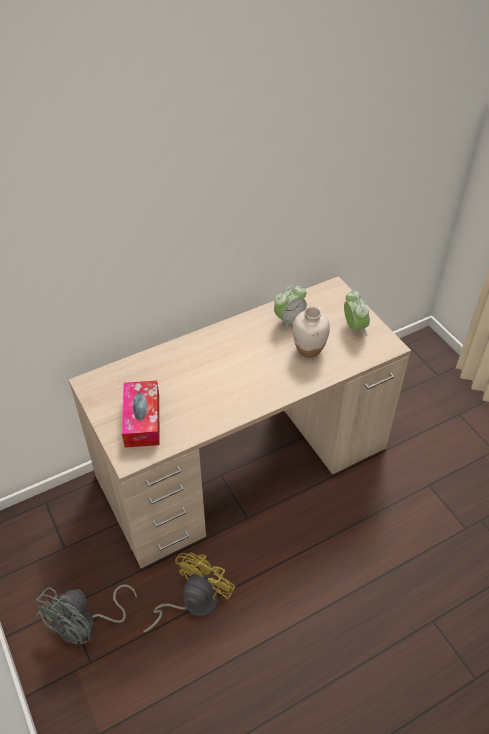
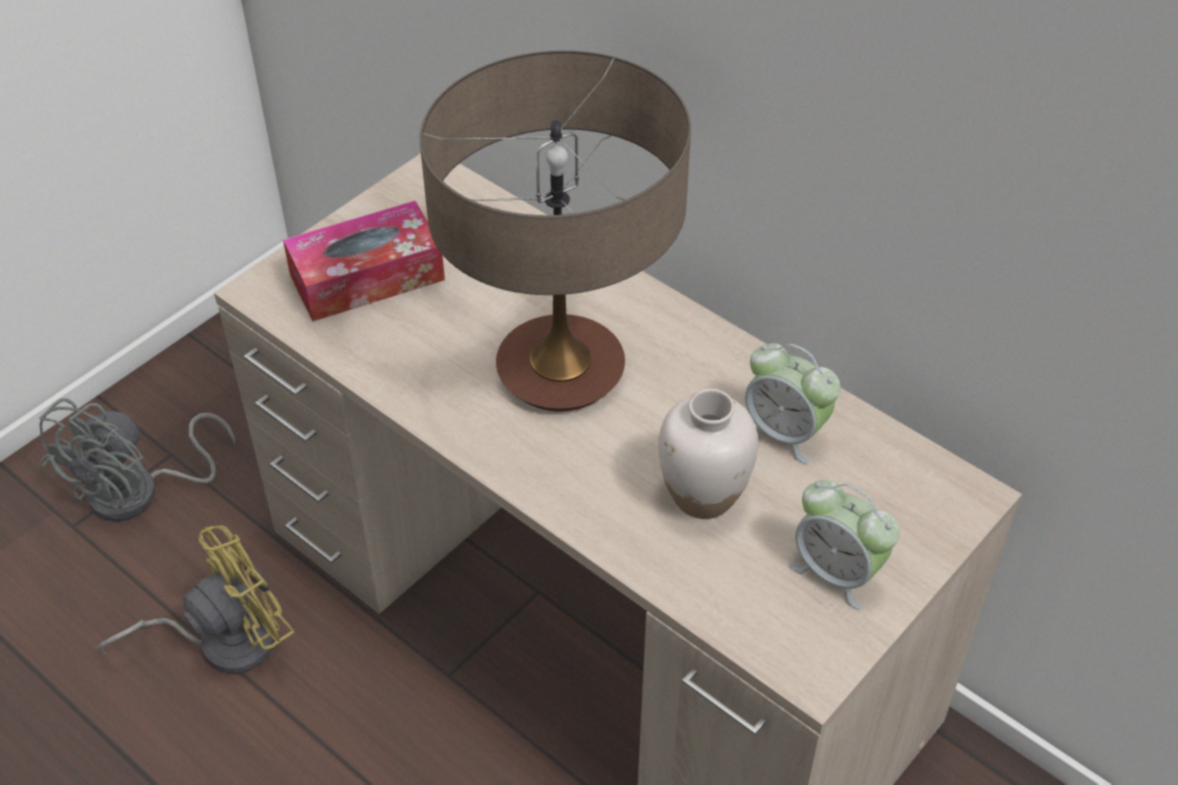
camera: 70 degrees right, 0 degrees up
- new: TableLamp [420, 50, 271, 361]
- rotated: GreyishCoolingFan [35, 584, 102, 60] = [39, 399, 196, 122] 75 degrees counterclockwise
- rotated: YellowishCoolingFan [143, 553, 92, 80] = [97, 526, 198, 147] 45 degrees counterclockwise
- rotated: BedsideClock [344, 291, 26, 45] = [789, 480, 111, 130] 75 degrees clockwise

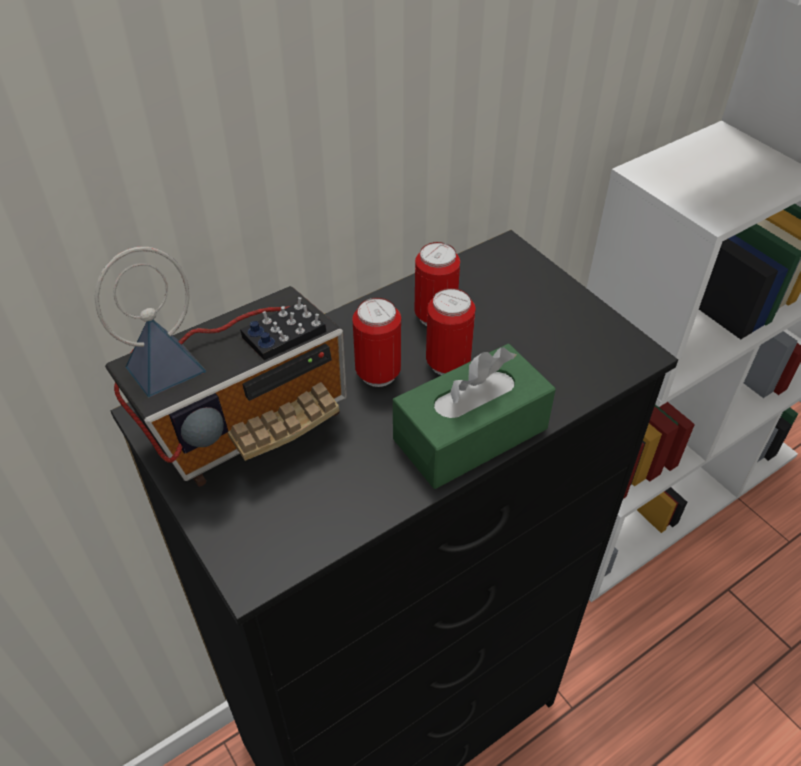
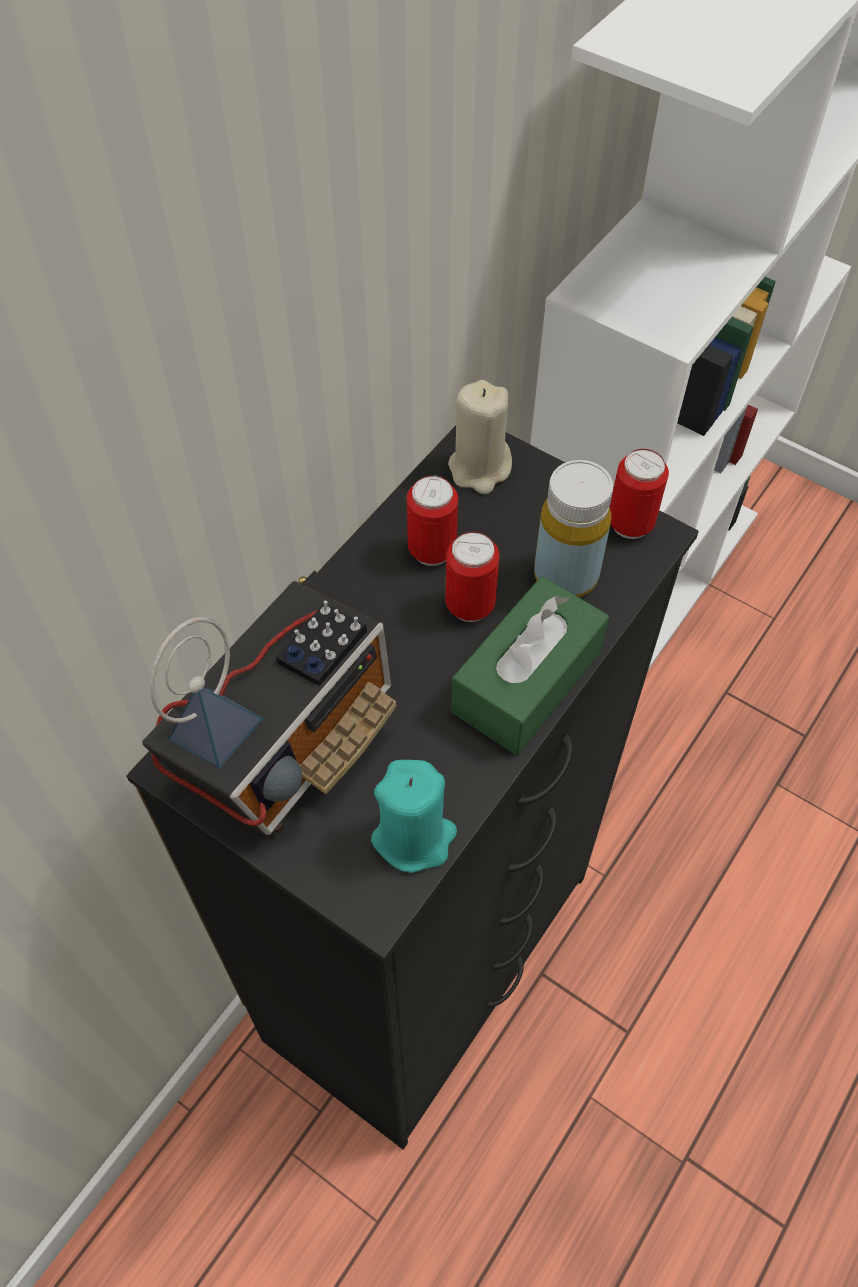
camera: 20 degrees left, 10 degrees up
- new: TurquoiseColouredWaxCandle [371, 760, 86, 113]
- new: BeigeWaxCandle [448, 380, 64, 114]
- new: YellowishDrinkBottle [534, 460, 79, 137]
- shifted: Can [352, 298, 49, 89] to [610, 449, 59, 90]

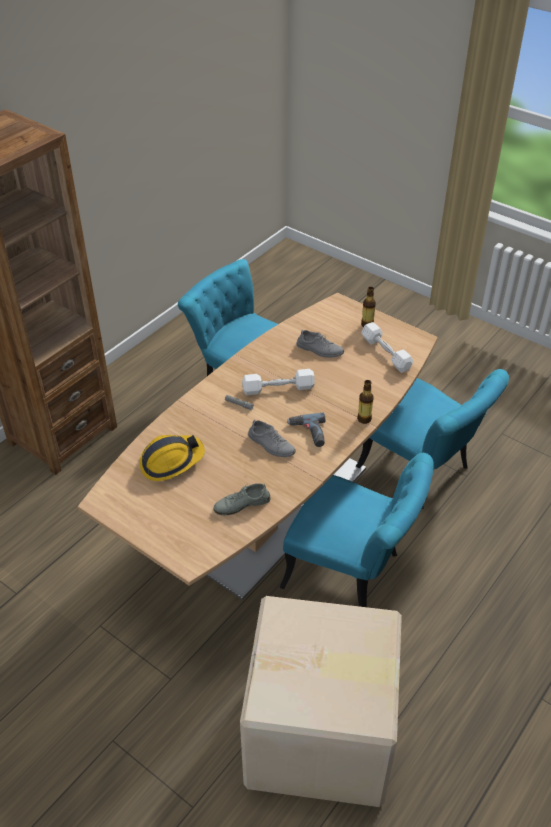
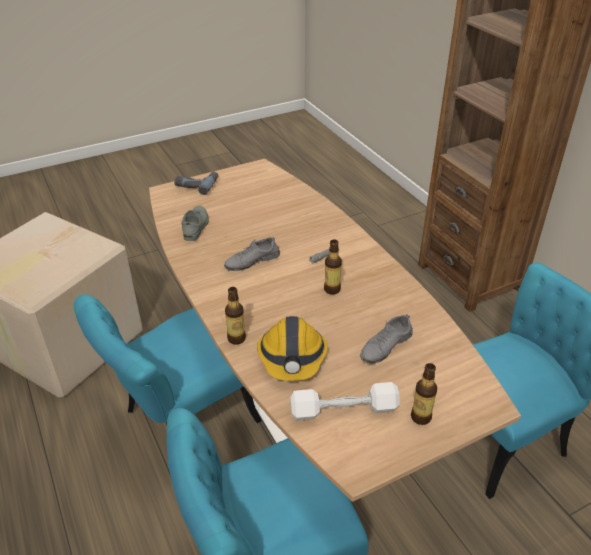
camera: 115 degrees right, 5 degrees down
- shifted: HardHat [140, 435, 65, 46] to [257, 316, 71, 65]
- shifted: PowerDrill [287, 412, 38, 35] to [174, 171, 44, 24]
- swapped: WhiteColouredHandWeight [242, 369, 73, 26] to DrinkBottle [324, 239, 18, 55]

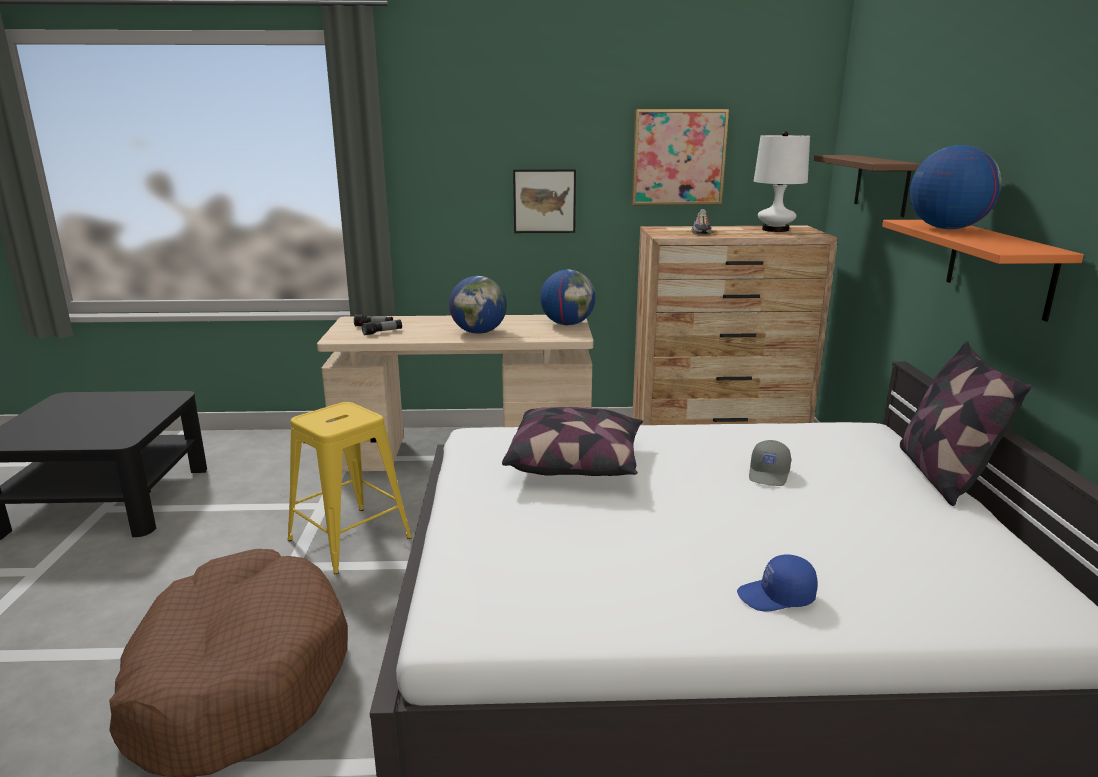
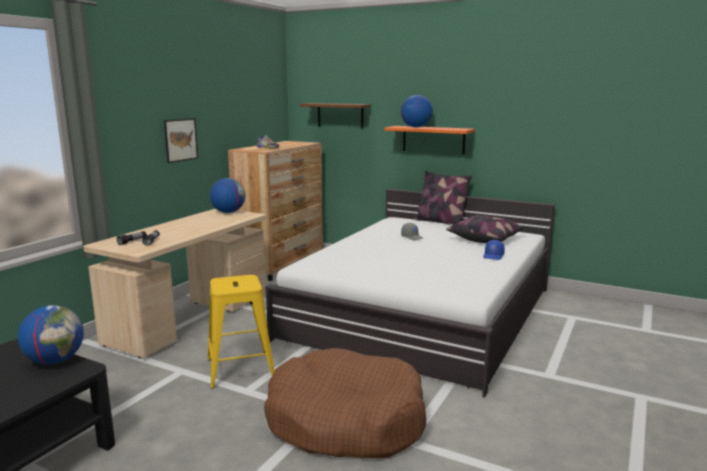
camera: 60 degrees left, 5 degrees down
- gone: WallPicture [631, 109, 98, 96]
- gone: WhiteColouredTableLamp [754, 131, 56, 101]
- shifted: WorldGlobe [449, 276, 58, 58] to [18, 305, 66, 60]
- shifted: Pillow [502, 407, 141, 69] to [446, 215, 79, 28]

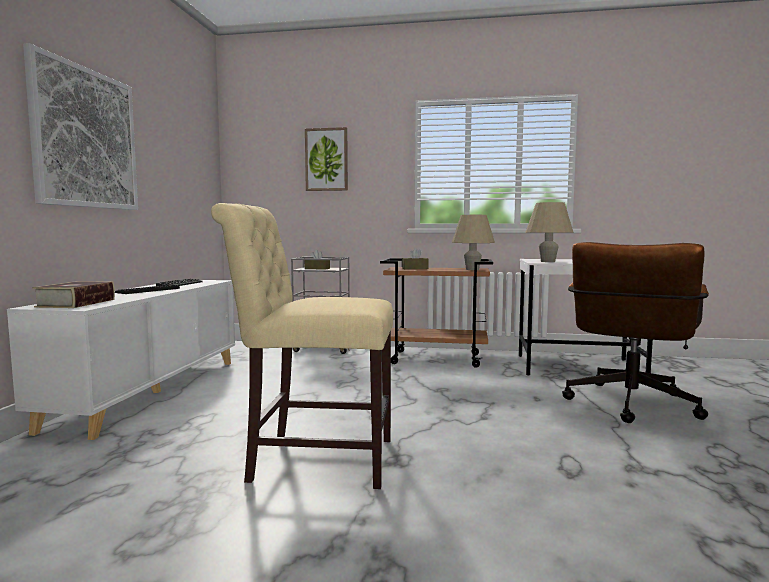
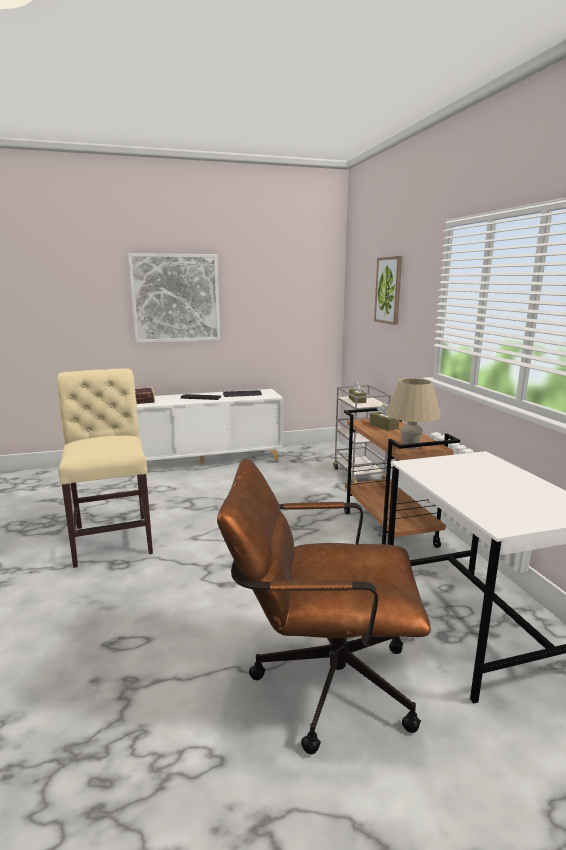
camera: 65 degrees right, 10 degrees up
- gone: BeigeTableLamp [525, 202, 49, 60]

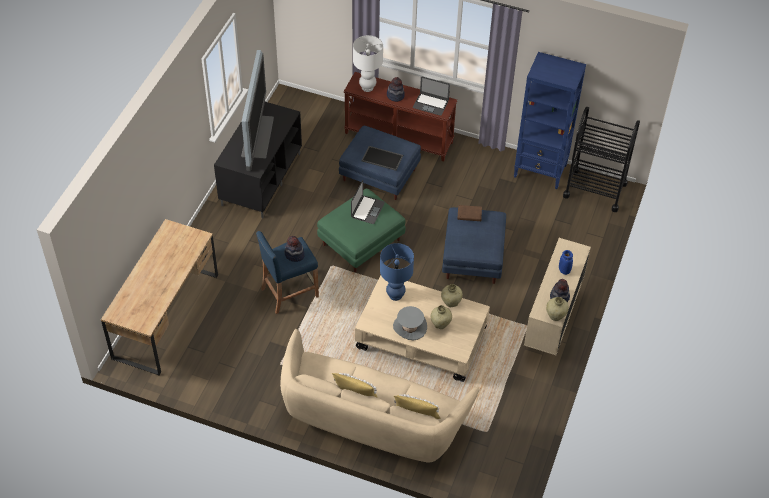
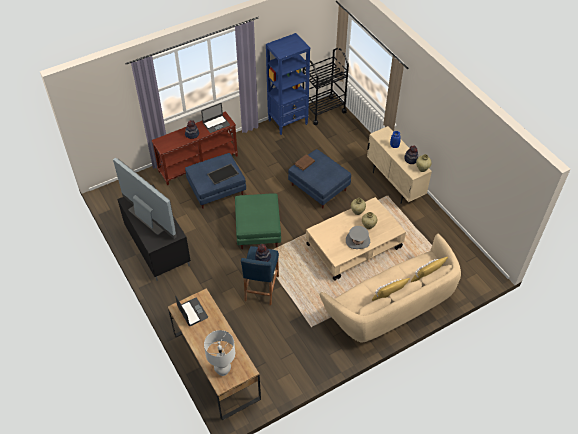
camera: 50 degrees left, 0 degrees up
- gone: BlueColouredTableLamp [380, 243, 34, 58]
- shifted: Laptop [351, 180, 34, 44] to [175, 295, 33, 31]
- shifted: WhiteColouredTableLamp [353, 35, 30, 57] to [204, 330, 31, 46]

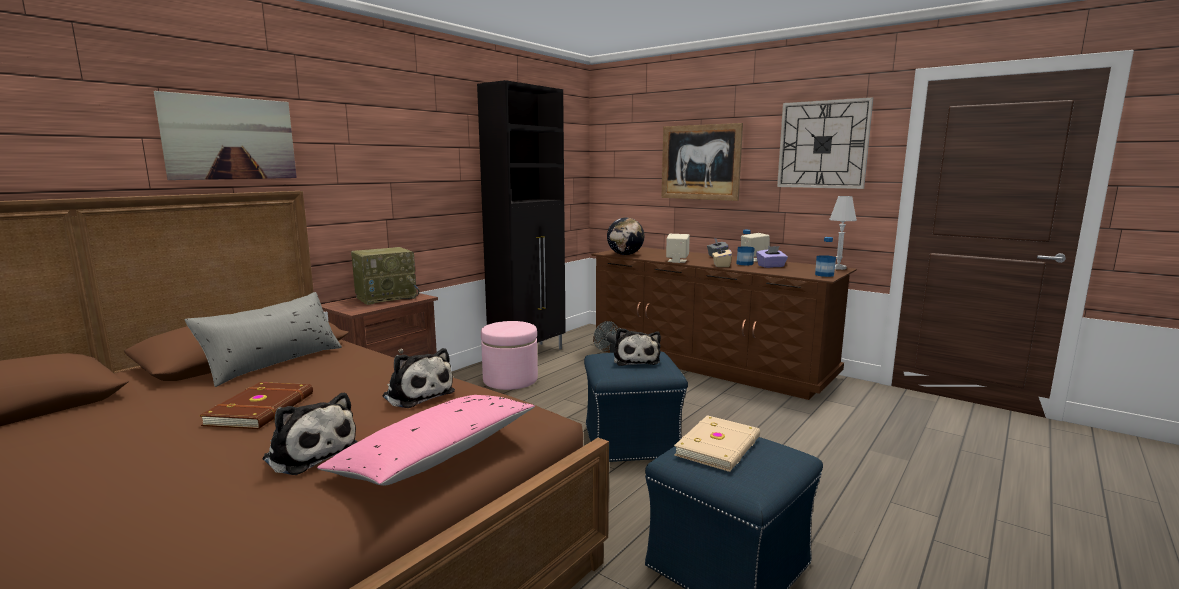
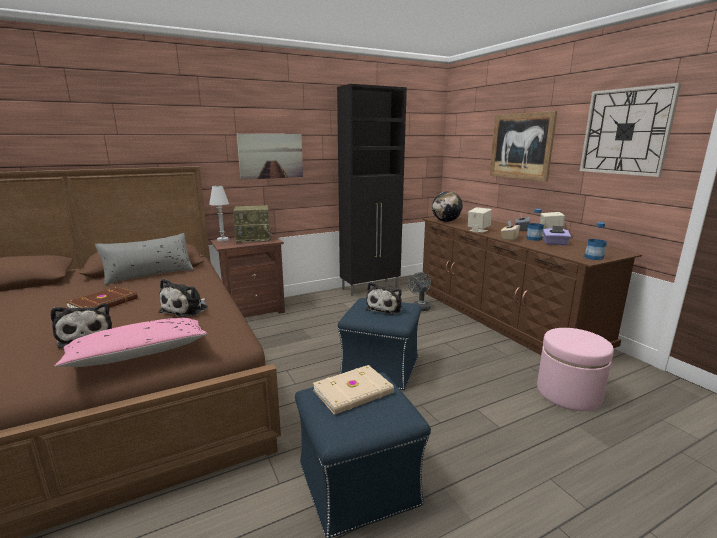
camera: 25 degrees right, 5 degrees up
- shifted: WallPicture [153, 91, 144, 89] to [237, 134, 66, 46]
- shifted: PinkishFootrest [481, 321, 57, 69] to [537, 328, 77, 83]
- shifted: WhiteColouredTableLamp [829, 196, 28, 74] to [209, 185, 20, 56]
- rotated: SoftToy [383, 348, 72, 60] = [159, 279, 49, 38] 45 degrees clockwise

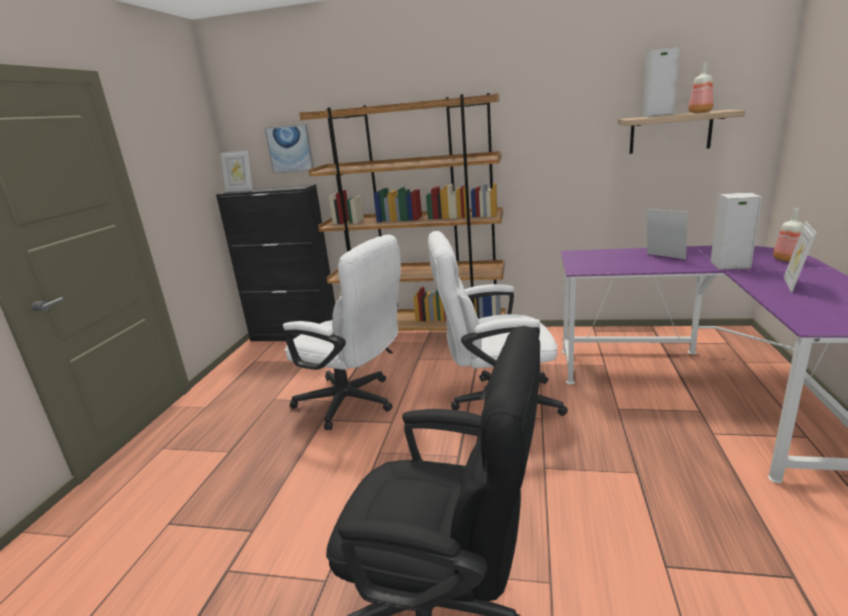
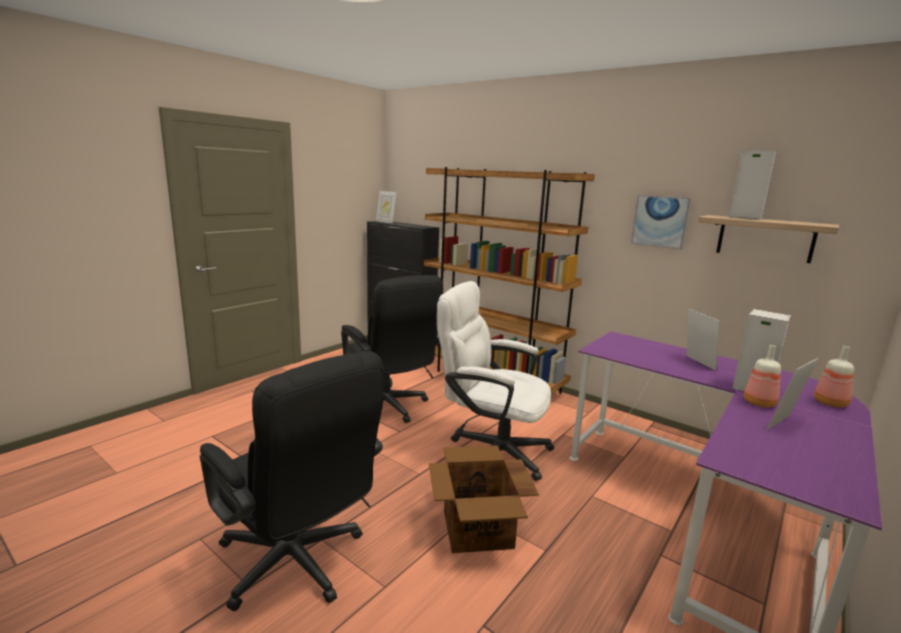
camera: 25 degrees right, 5 degrees down
- new: CardboardBox [429, 445, 110, 108]
- shifted: WallPicture [264, 124, 50, 49] to [631, 195, 60, 55]
- shifted: DrinkBottle [688, 62, 26, 51] to [744, 345, 37, 62]
- repainted: WhiteColouredDeskChair [283, 235, 118, 195] to BlackishDeskChair [341, 275, 102, 148]

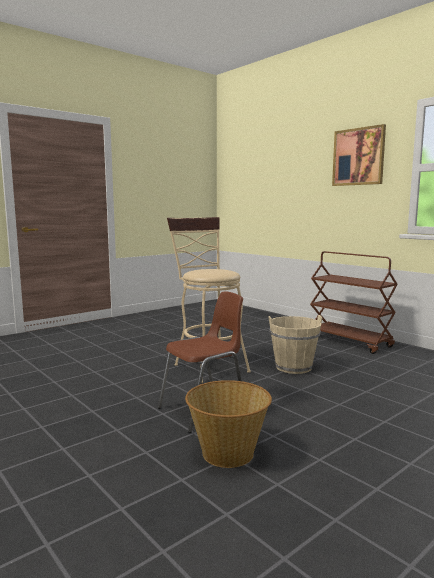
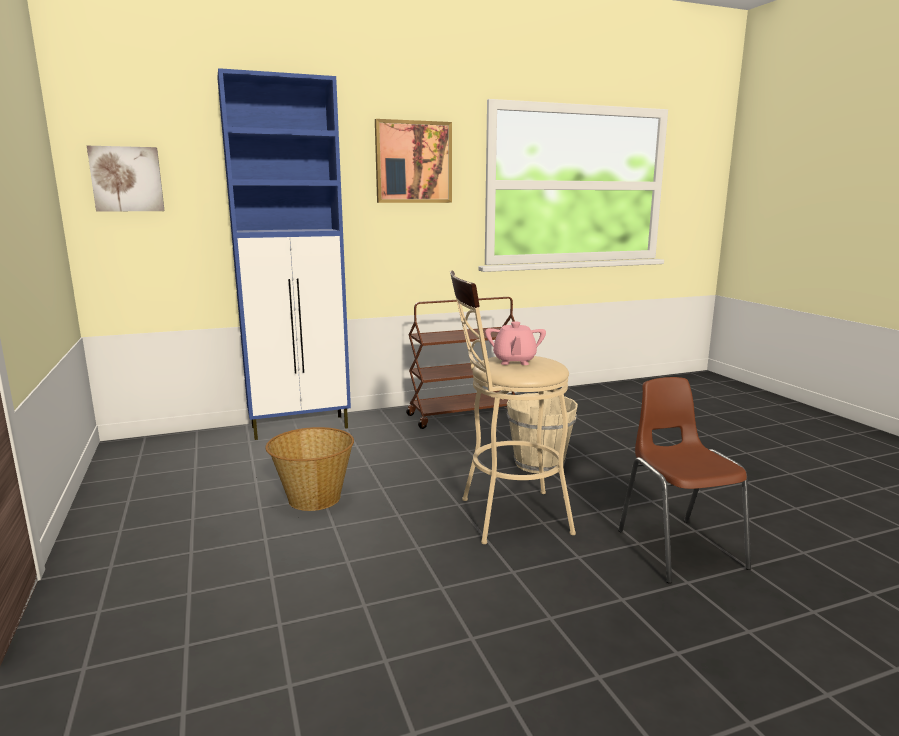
camera: 70 degrees left, 5 degrees up
- new: WallPicture [87, 146, 78, 66]
- new: BlueColouredCabinet [217, 68, 134, 372]
- new: PinkishTeaPot [485, 321, 61, 44]
- shifted: Basket [185, 380, 87, 88] to [265, 427, 89, 84]

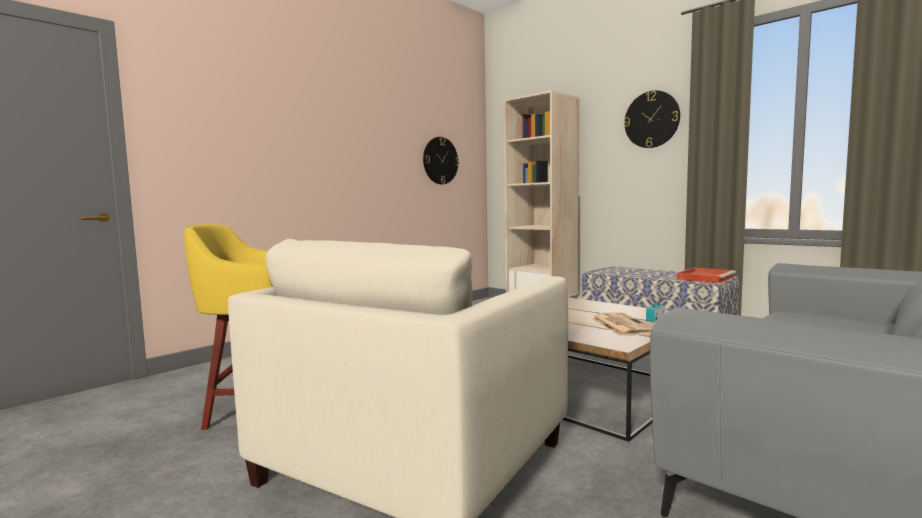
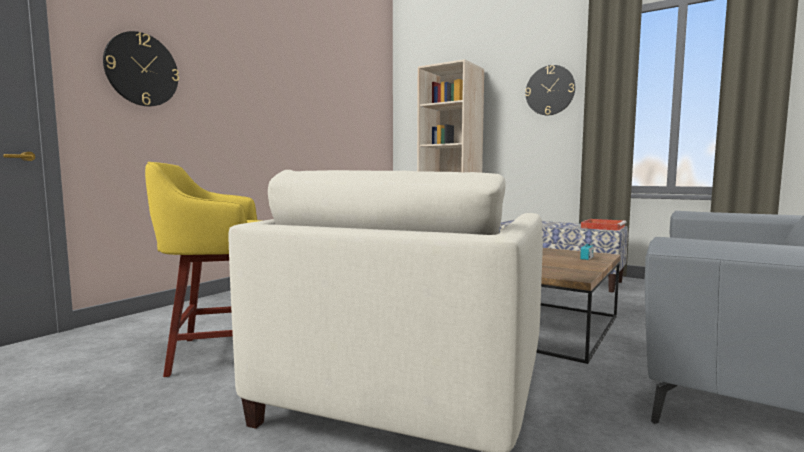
camera: 10 degrees left, 0 degrees up
- gone: PrintedPaper [591, 312, 61, 24]
- shifted: WallClock [423, 137, 36, 47] to [103, 31, 76, 75]

